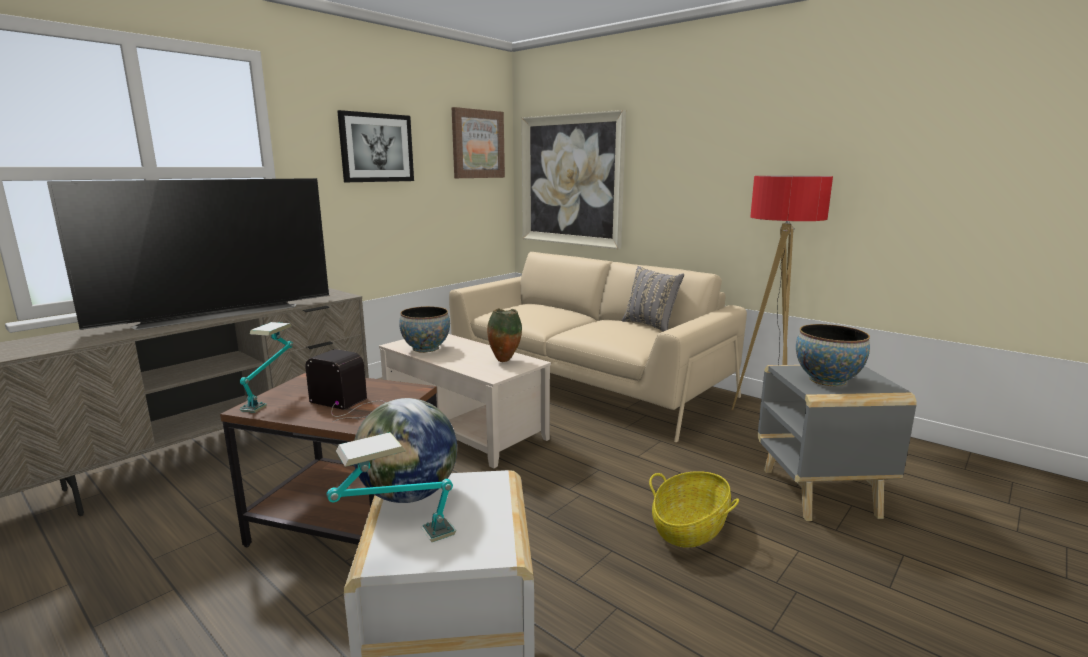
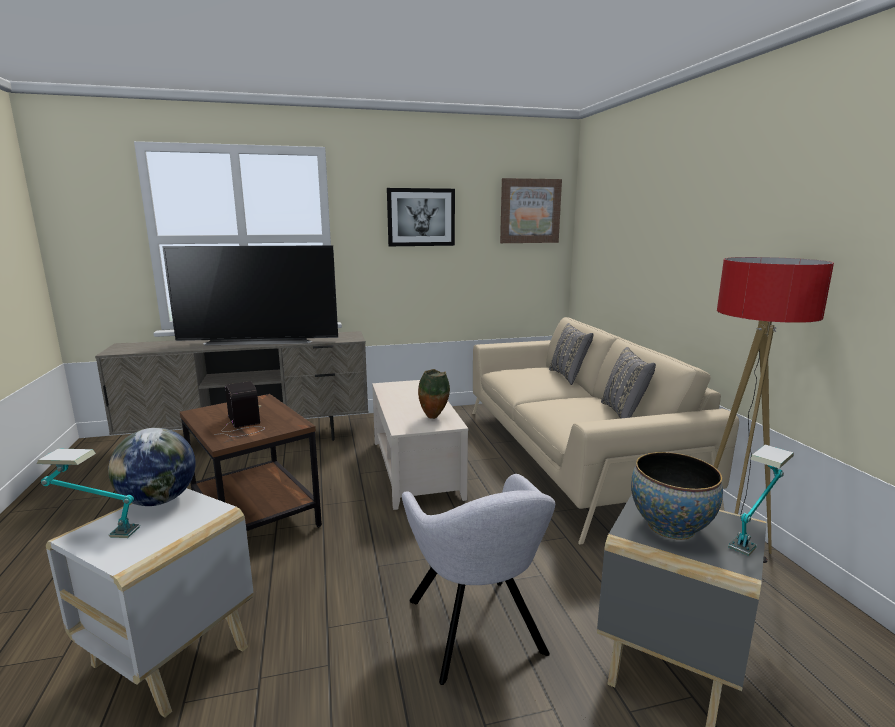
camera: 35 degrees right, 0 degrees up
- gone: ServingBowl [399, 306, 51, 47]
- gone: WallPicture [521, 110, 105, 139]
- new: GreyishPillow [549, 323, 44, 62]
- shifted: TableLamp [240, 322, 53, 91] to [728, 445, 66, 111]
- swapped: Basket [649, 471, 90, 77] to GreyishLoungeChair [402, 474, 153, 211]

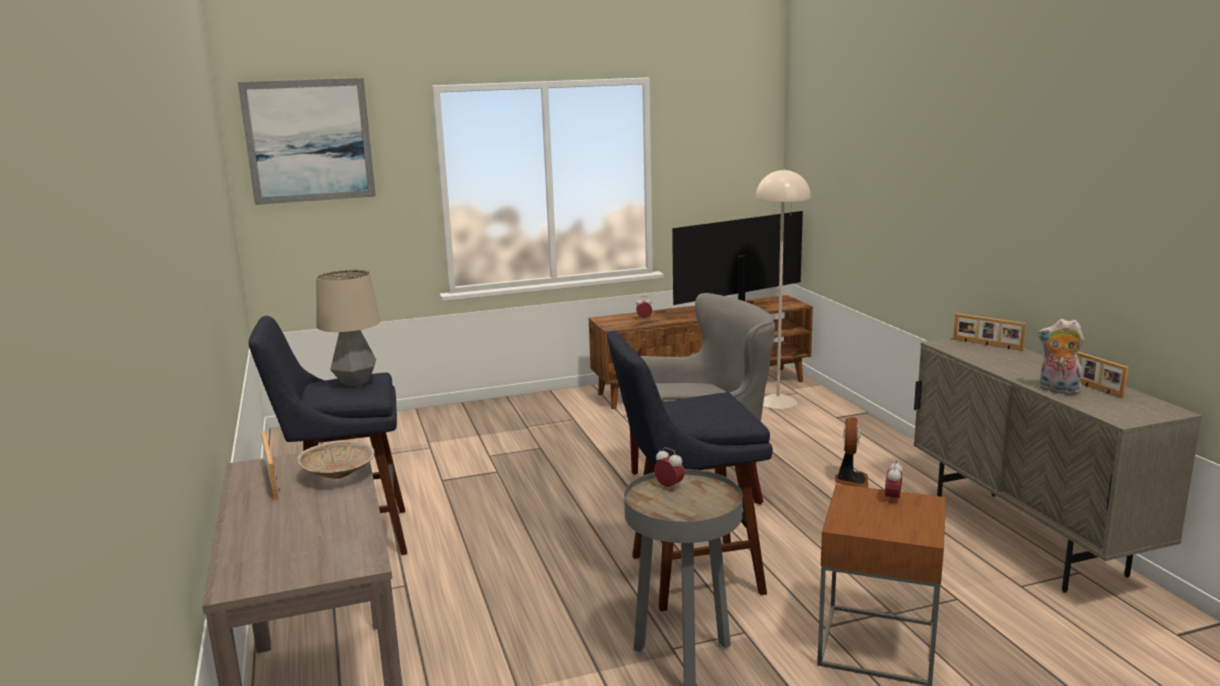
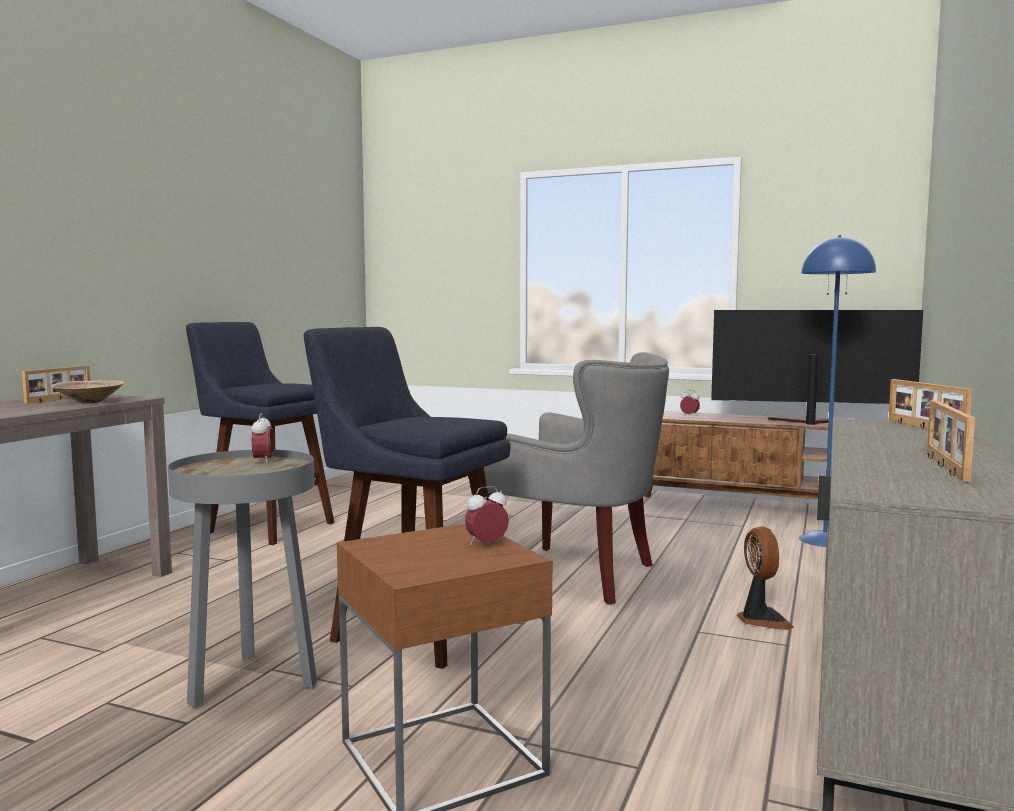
camera: 40 degrees right, 10 degrees down
- gone: WallPicture [238, 78, 138, 127]
- gone: TableLamp [316, 269, 65, 118]
- gone: SoftToy [1038, 319, 46, 75]
- repainted: BeigeStandingLamp [755, 169, 56, 240] to BlueColouredStandingLamp [799, 235, 77, 312]
- rotated: CoolingFan [835, 417, 33, 71] = [737, 526, 57, 104] 60 degrees counterclockwise

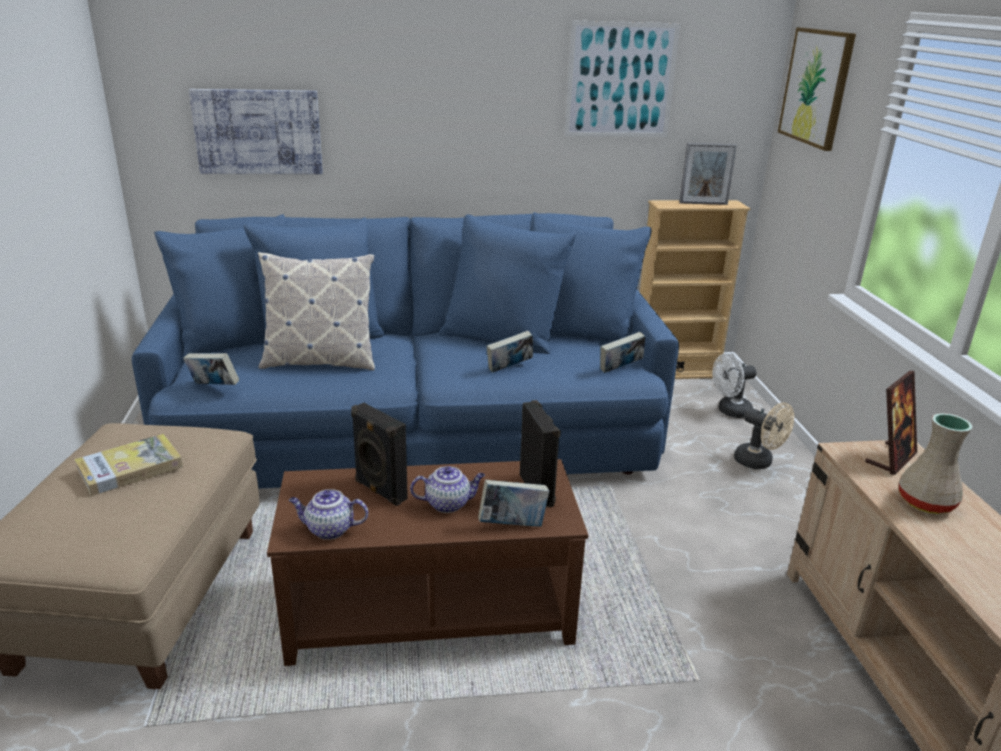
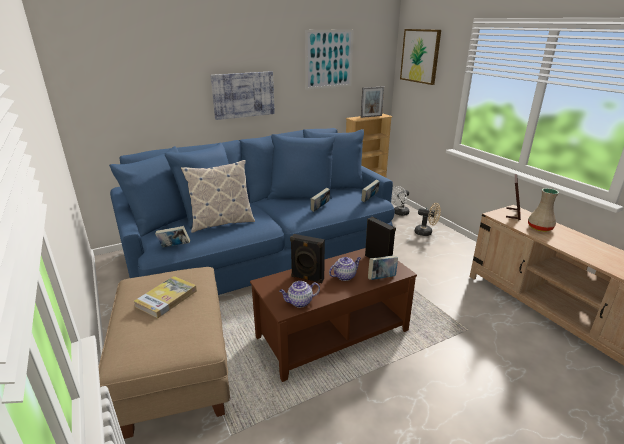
camera: 20 degrees left, 0 degrees up
- shifted: WallPicture [189, 89, 134, 85] to [210, 71, 65, 49]

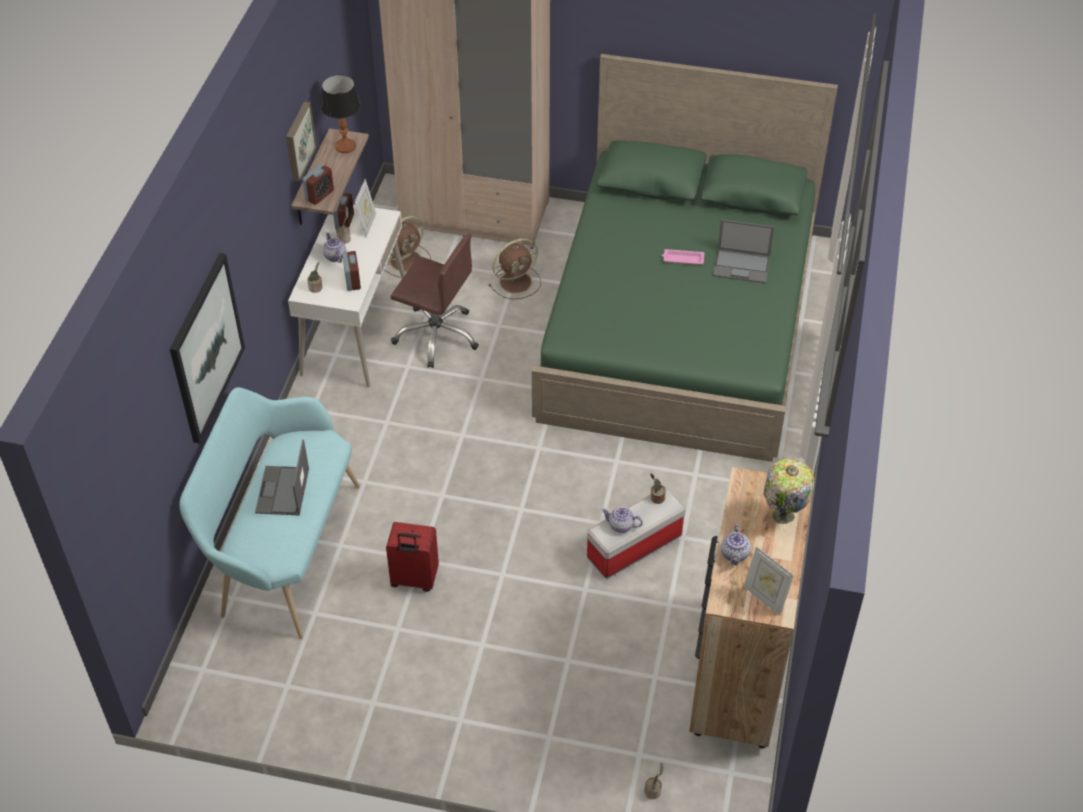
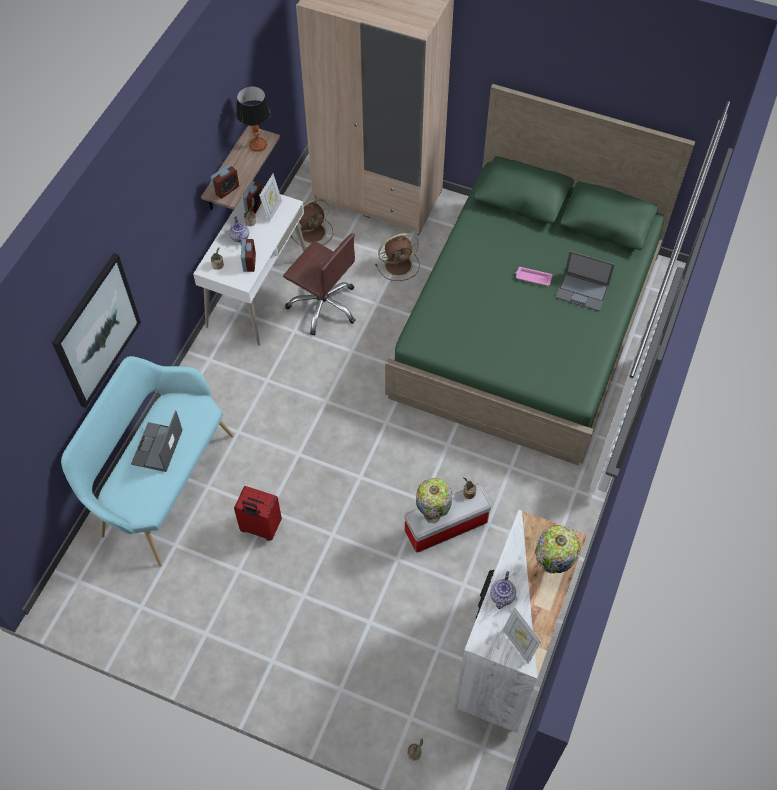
camera: 10 degrees right, 10 degrees up
- gone: WallPicture [286, 102, 31, 79]
- swapped: TeaPot [602, 507, 41, 26] to TableLamp [416, 478, 36, 45]
- repainted: BrownColouredChestOfDrawers [689, 467, 123, 282] to WhiteColouredChestOfDrawers [454, 510, 133, 223]

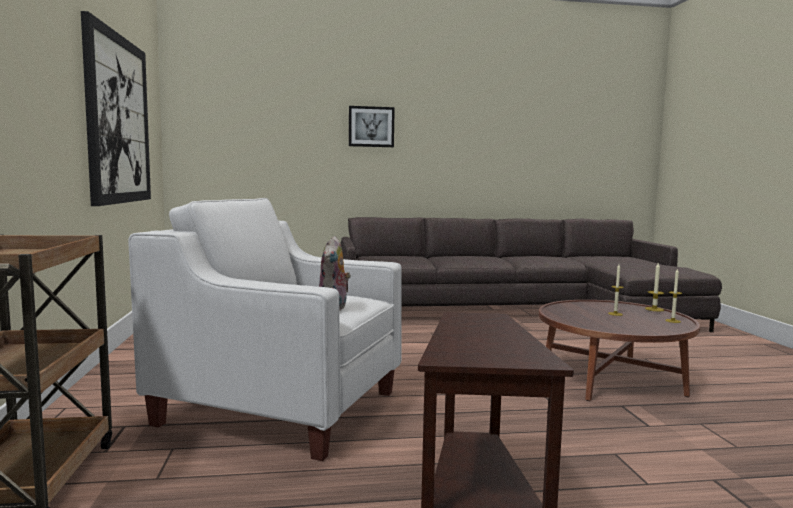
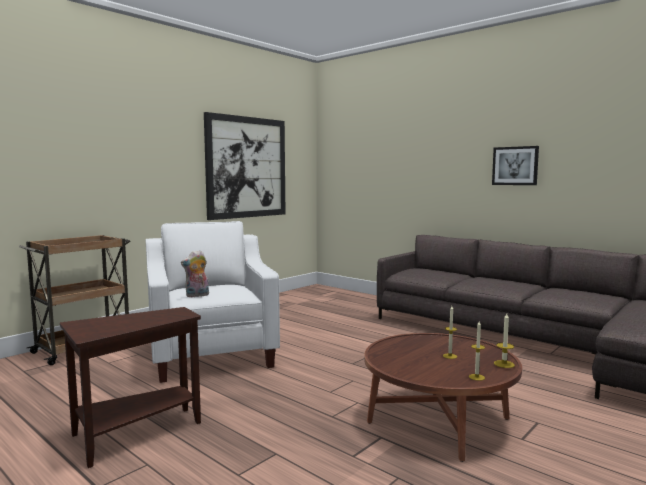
camera: 50 degrees right, 0 degrees up
- shifted: WallPicture [349, 106, 46, 41] to [492, 146, 47, 39]

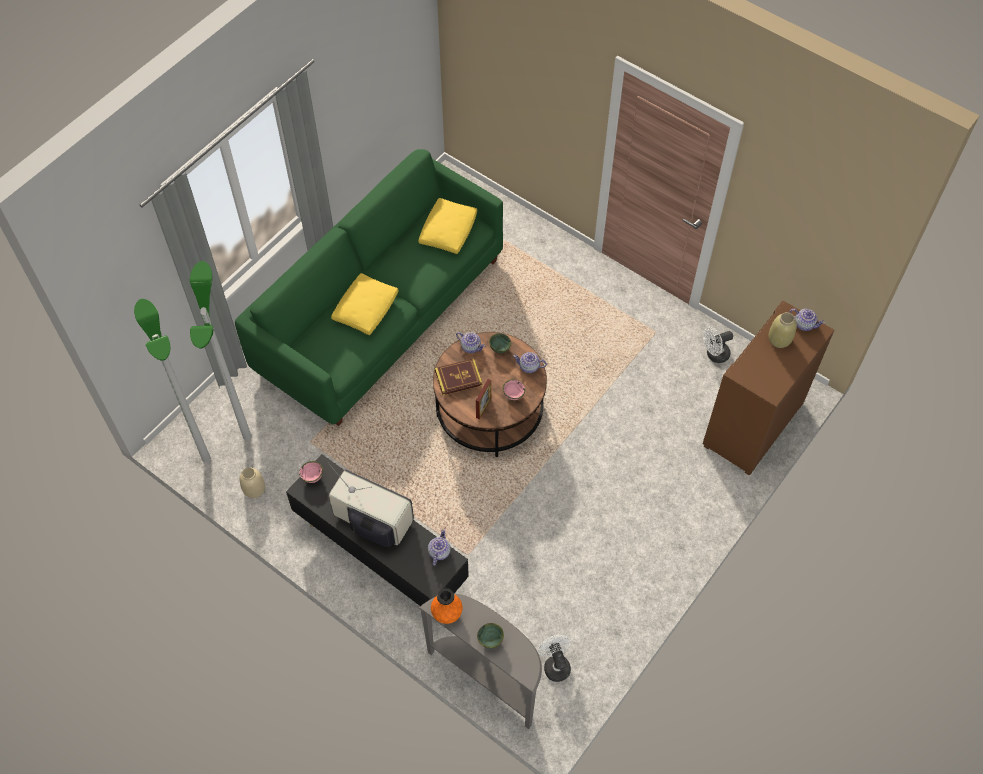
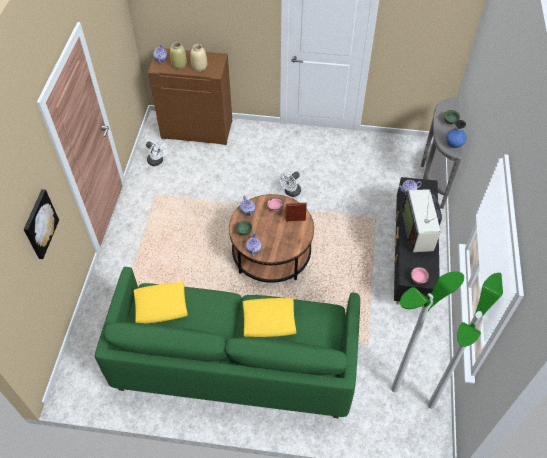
camera: 120 degrees left, 5 degrees down
- gone: Volume [435, 359, 47, 36]
- new: WallPicture [23, 189, 36, 70]
- shifted: BeigeFlowerVase [240, 467, 25, 31] to [190, 44, 17, 28]
- shifted: WhiteColouredCoolingFan [537, 635, 34, 47] to [279, 171, 22, 26]
- repainted: OrangeColouredFlowerVase [431, 588, 32, 36] to BlueColouredFlowerVase [446, 120, 21, 28]

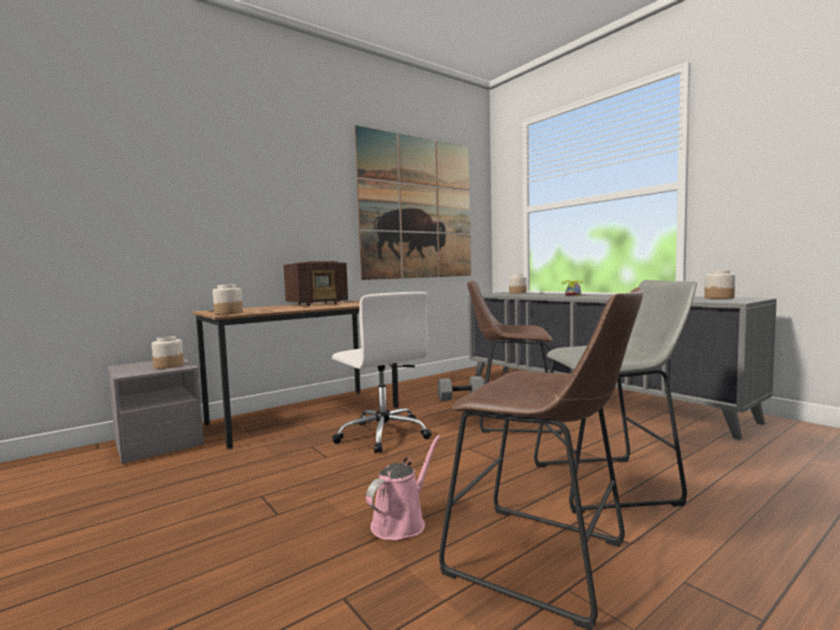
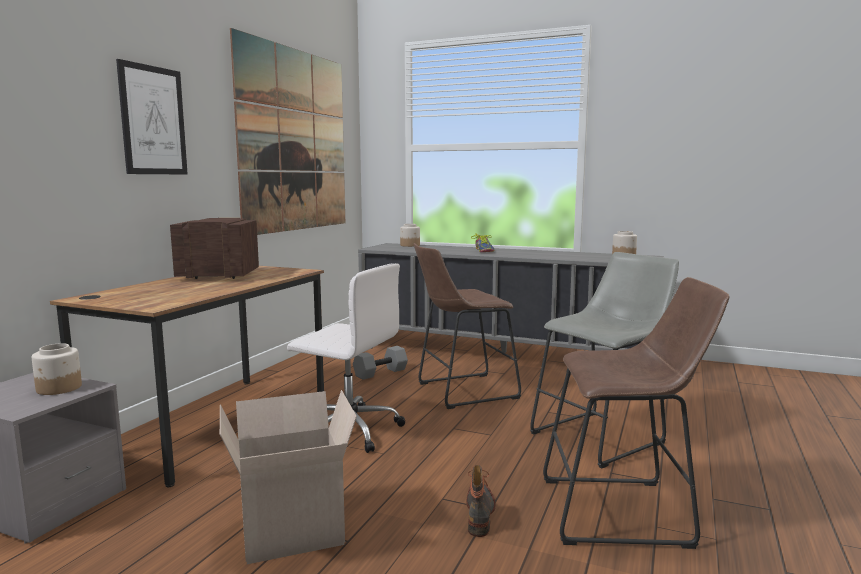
camera: 30 degrees left, 5 degrees up
- gone: Jar [213, 284, 30, 31]
- new: WallPicture [116, 59, 72, 115]
- new: CardboardBox [220, 390, 137, 174]
- swapped: PinkishSprinklingCan [366, 435, 75, 106] to Boot [466, 465, 29, 72]
- rotated: Radio [284, 261, 64, 45] = [170, 218, 89, 61] 120 degrees counterclockwise

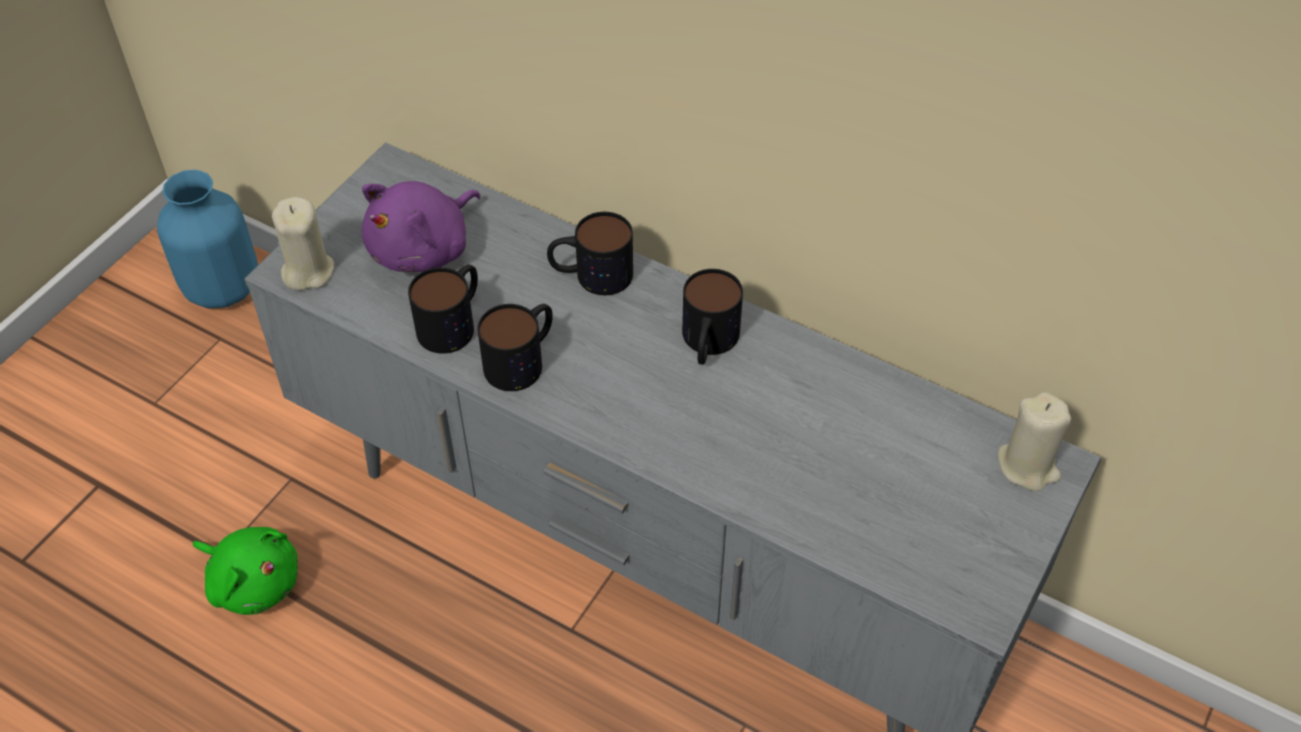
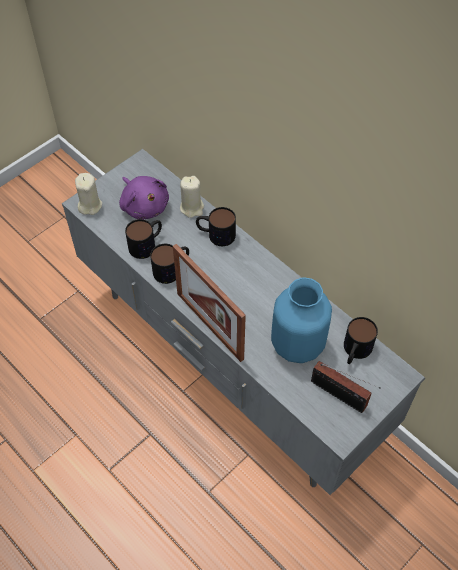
camera: 15 degrees right, 5 degrees up
- gone: GreenColouredSoftToy [193, 527, 105, 88]
- new: PictureFrame [173, 244, 73, 118]
- new: Radio [311, 361, 70, 52]
- shifted: BlueColouredFlowerVase [157, 170, 101, 138] to [271, 277, 61, 86]
- shifted: TeaMug [682, 269, 61, 96] to [344, 317, 34, 47]
- shifted: BeigeWaxCandle [998, 392, 73, 99] to [180, 176, 24, 42]
- rotated: PurpleSoftToy [362, 181, 119, 91] = [119, 176, 50, 44] 90 degrees counterclockwise

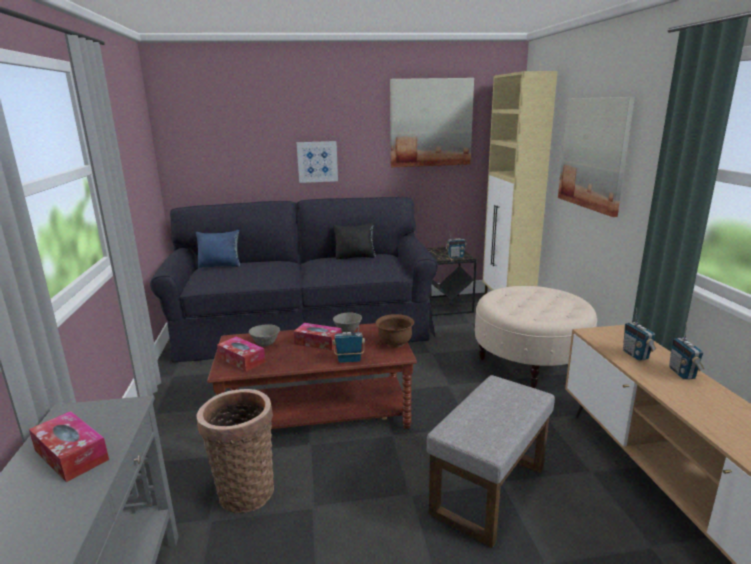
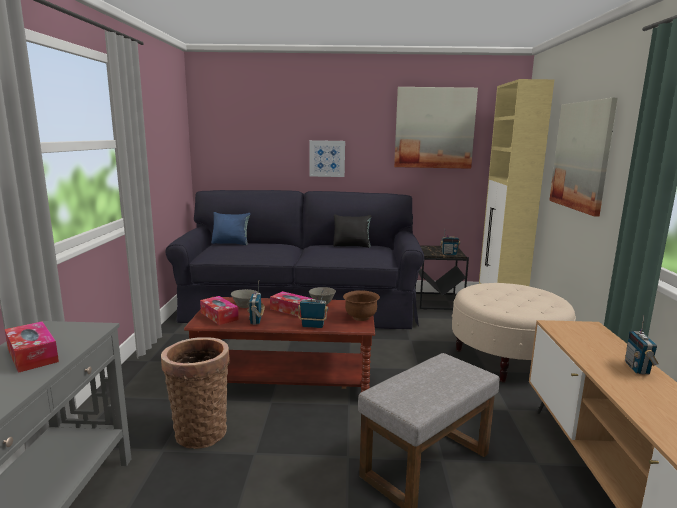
camera: 10 degrees right, 5 degrees down
- shifted: Radio [623, 308, 33, 53] to [247, 281, 18, 44]

